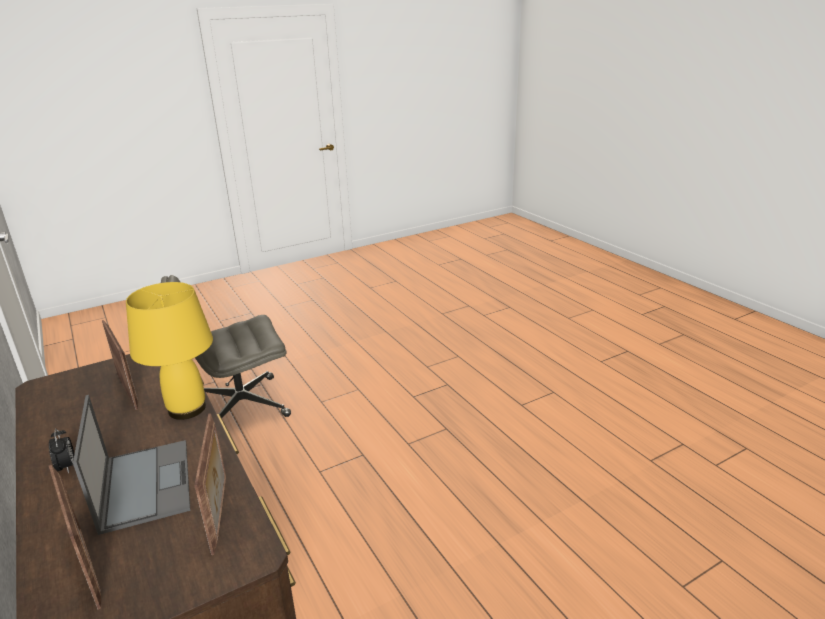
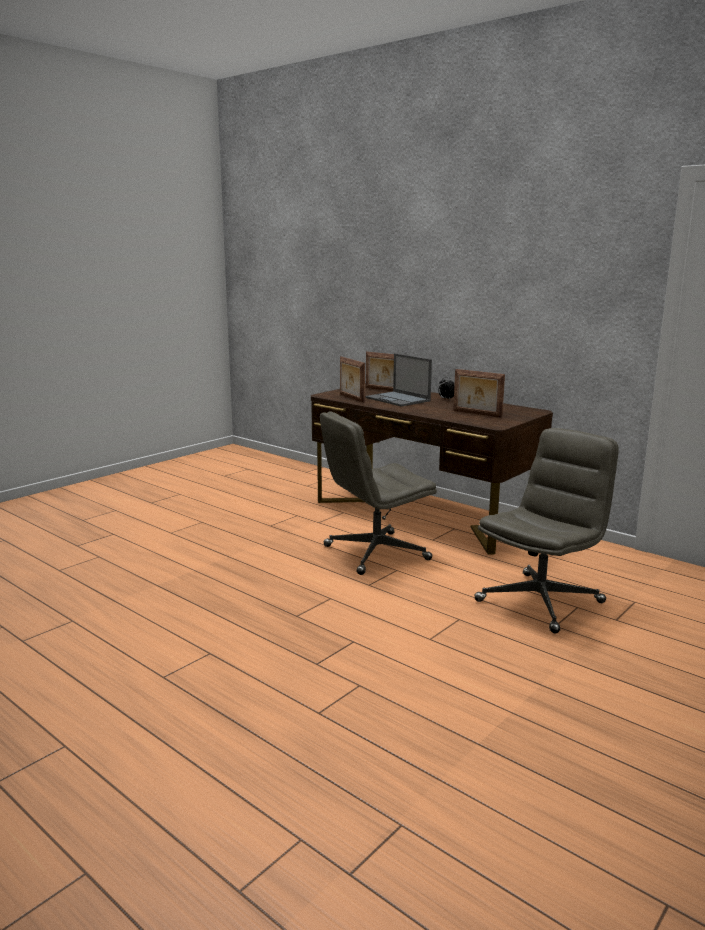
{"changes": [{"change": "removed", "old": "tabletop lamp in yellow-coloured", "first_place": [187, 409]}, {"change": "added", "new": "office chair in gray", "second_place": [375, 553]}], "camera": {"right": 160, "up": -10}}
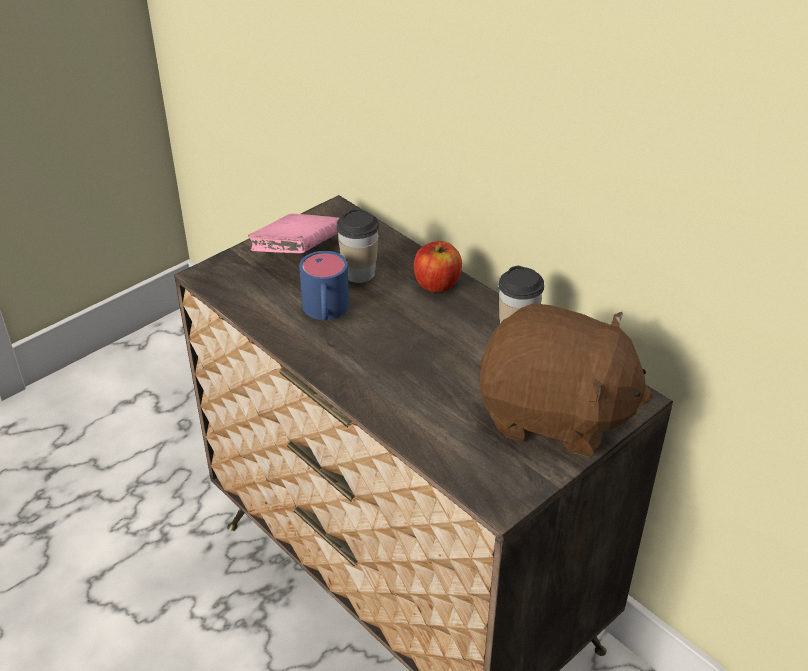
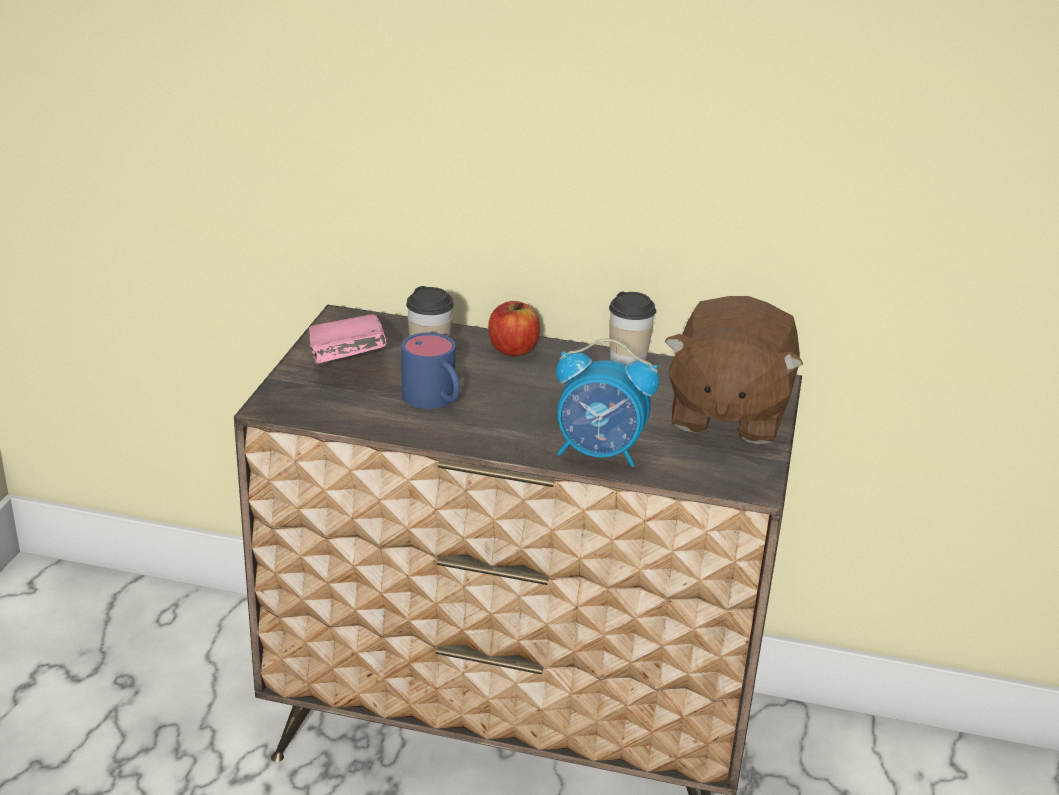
{"changes": [{"change": "turned", "old": "soft toy in brown-coloured", "first_place": [554, 415], "second_place": [726, 413], "degrees": 120}, {"change": "added", "new": "bedside clock", "second_place": [600, 453]}], "camera": {"right": -35, "up": -10}}
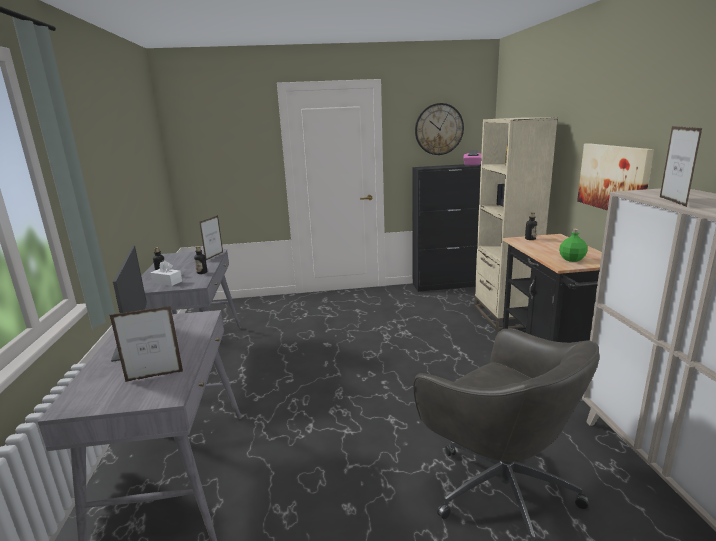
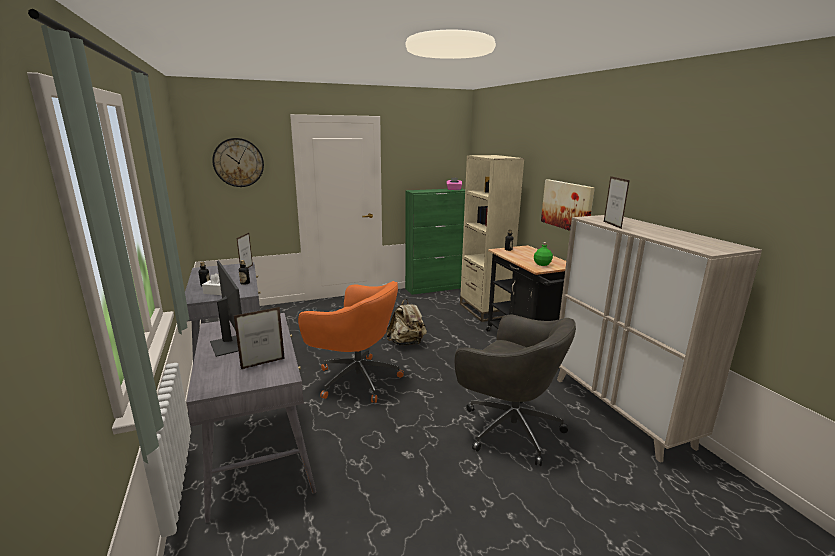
{"changes": [{"change": "moved", "old": "clock on the wall", "first_place": [439, 129], "second_place": [238, 162]}, {"change": "recoloured", "old": "cupboard in blackish", "new": "cupboard in green", "first_place": [449, 284], "second_place": [435, 288]}, {"change": "added", "new": "office chair in orange", "second_place": [356, 379]}, {"change": "added", "new": "knapsack in sand-coloured", "second_place": [407, 343]}], "camera": {"right": -15, "up": 0}}
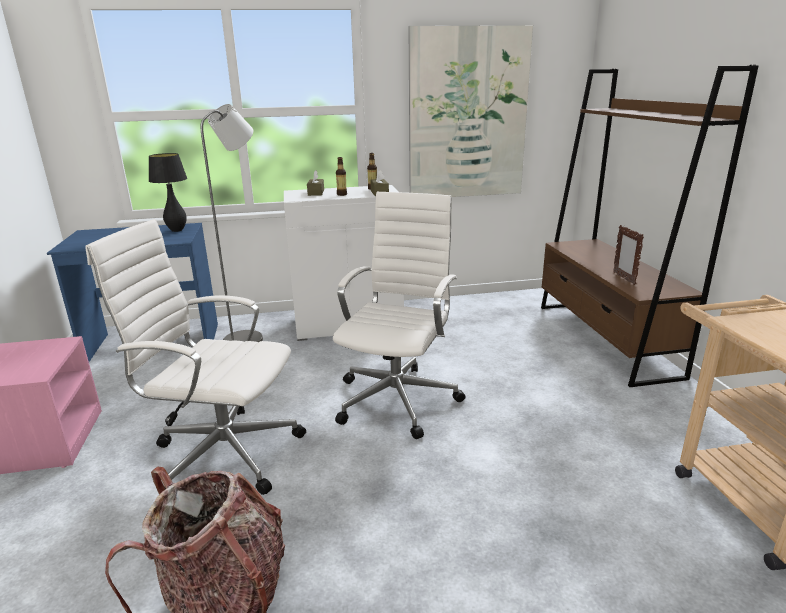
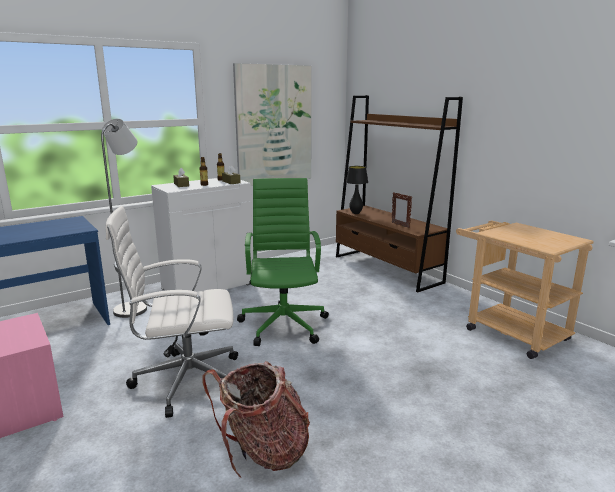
{"changes": [{"change": "moved", "old": "tabletop lamp in blackish", "first_place": [177, 230], "second_place": [355, 213]}, {"change": "recoloured", "old": "office chair in whitish", "new": "office chair in green", "first_place": [398, 398], "second_place": [284, 324]}], "camera": {"right": -25, "up": -5}}
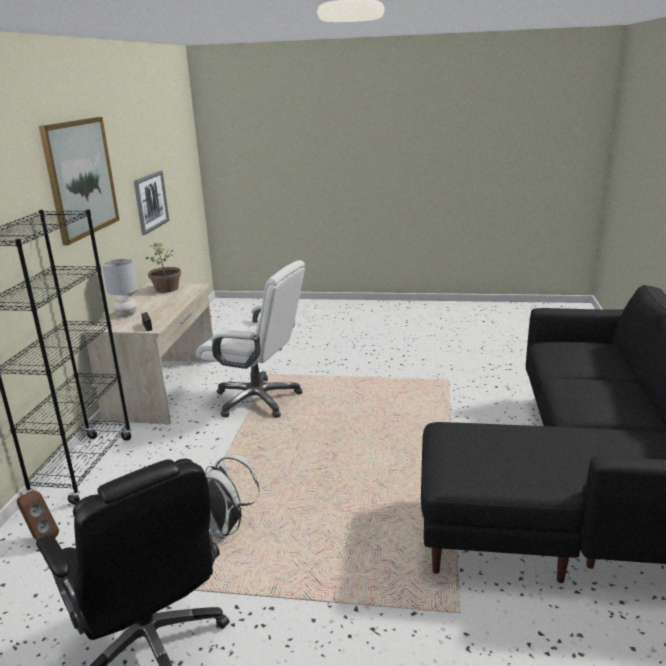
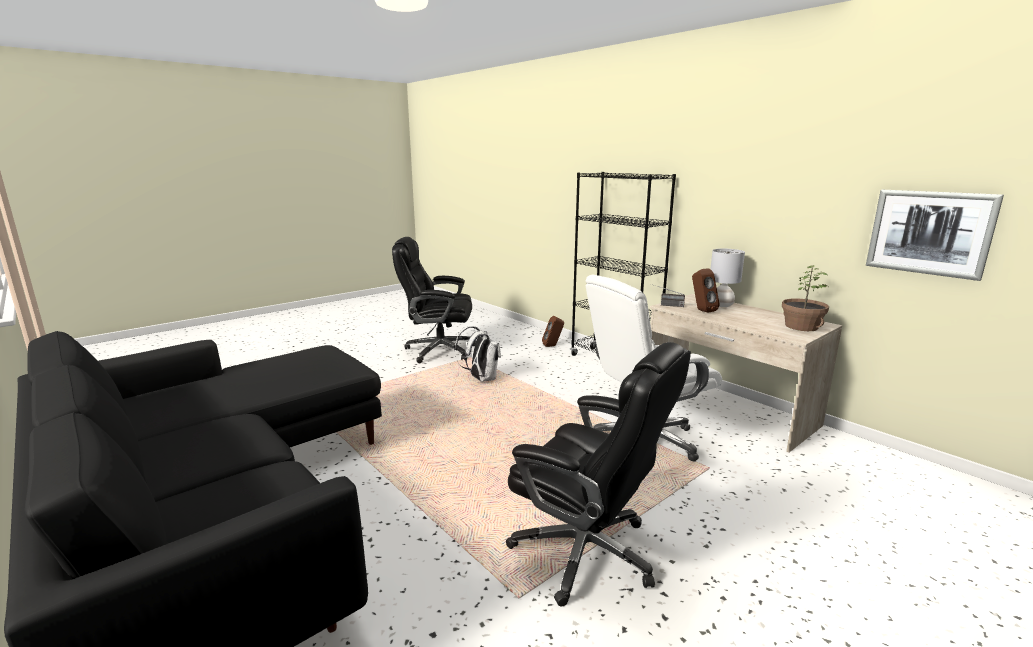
{"changes": [{"change": "removed", "old": "wall picture", "first_place": [81, 178]}, {"change": "added", "new": "loudspeaker in brown-coloured", "second_place": [701, 310]}, {"change": "added", "new": "office chair in blackish", "second_place": [587, 552]}], "camera": {"right": 130, "up": -5}}
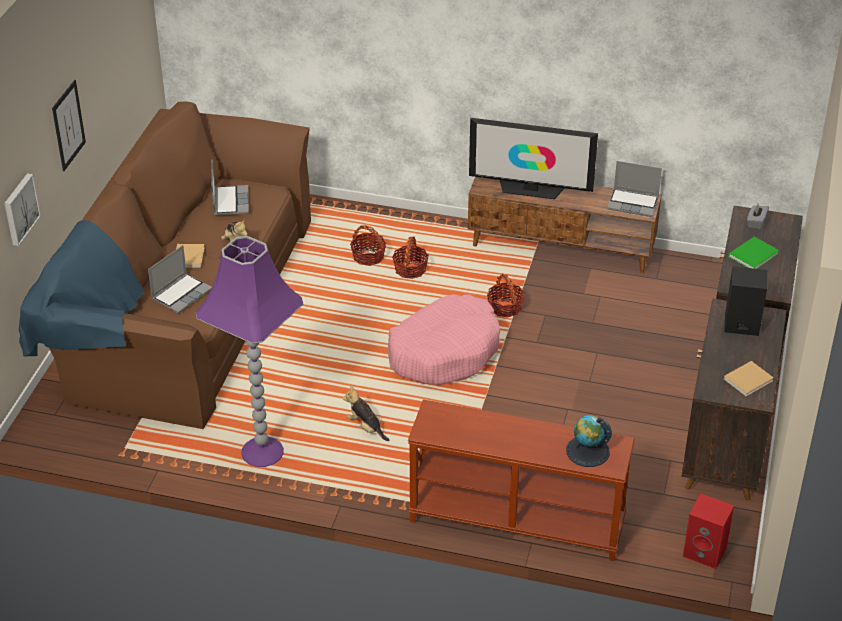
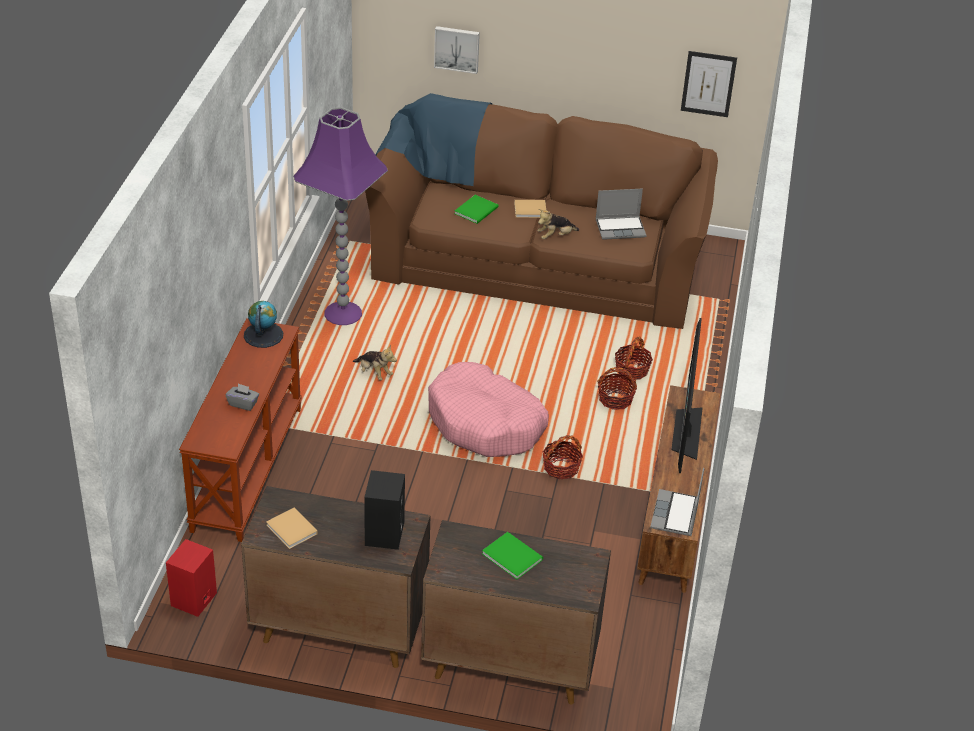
{"changes": [{"change": "moved", "old": "wall picture", "first_place": [68, 125], "second_place": [708, 84]}, {"change": "moved", "old": "tissue box in gray", "first_place": [756, 223], "second_place": [243, 404]}, {"change": "replaced", "old": "notebook computer", "new": "volume in green", "first_place": [182, 294], "second_place": [477, 210]}, {"change": "turned", "old": "soft toy", "first_place": [366, 427], "second_place": [374, 373], "degrees": 90}, {"change": "moved", "old": "world globe", "first_place": [587, 451], "second_place": [263, 335]}], "camera": {"right": 85, "up": 0}}
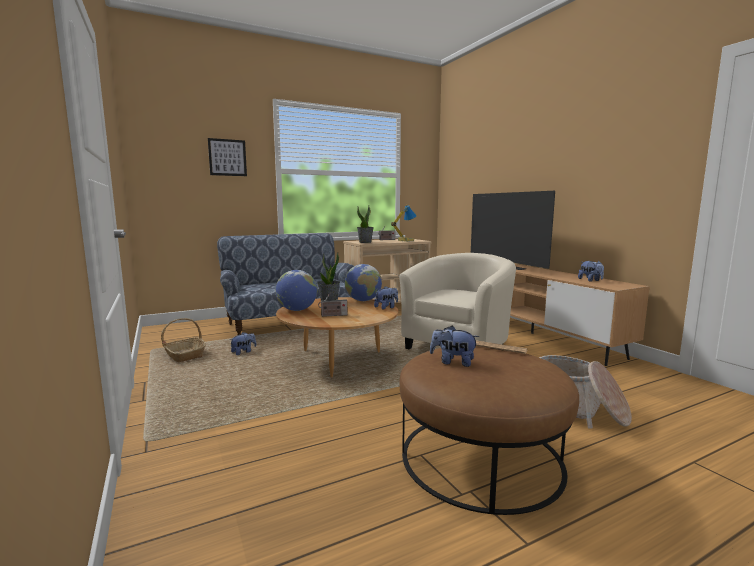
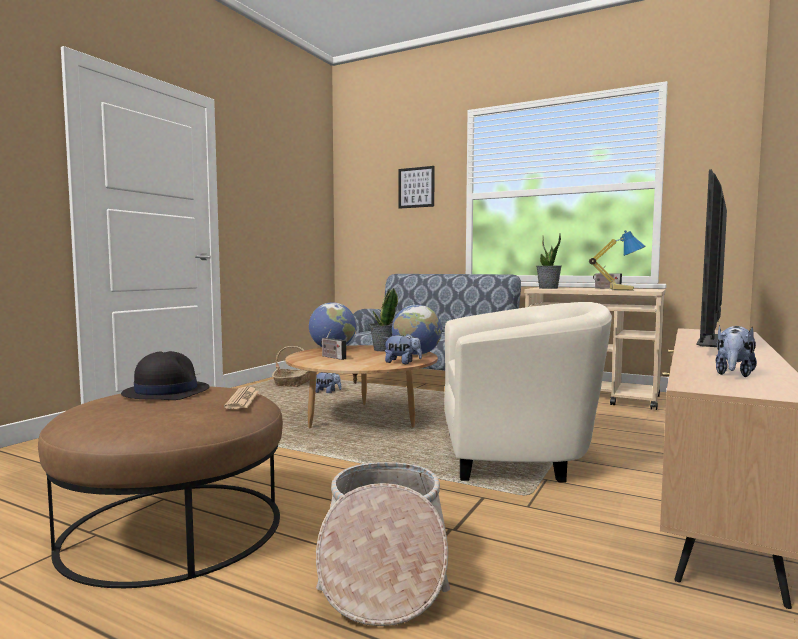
{"changes": [{"change": "replaced", "old": "soft toy", "new": "clothing hat in blackish", "first_place": [453, 362], "second_place": [166, 392]}], "camera": {"right": 55, "up": -5}}
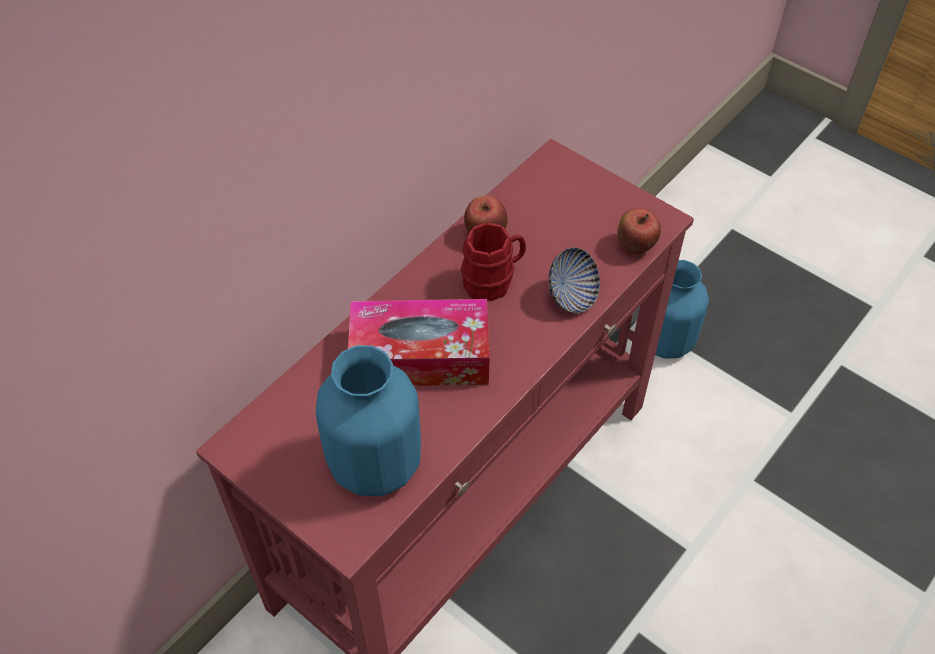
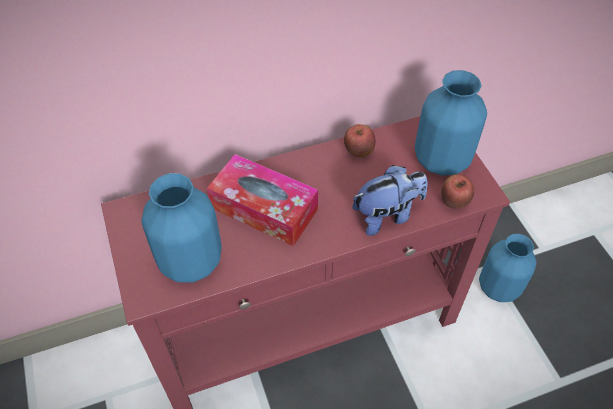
{"changes": [{"change": "removed", "old": "mug in reddish", "first_place": [494, 279]}, {"change": "replaced", "old": "bowl", "new": "soft toy", "first_place": [572, 296], "second_place": [387, 215]}, {"change": "added", "new": "flower vase in blue-coloured", "second_place": [441, 161]}], "camera": {"right": 30, "up": 0}}
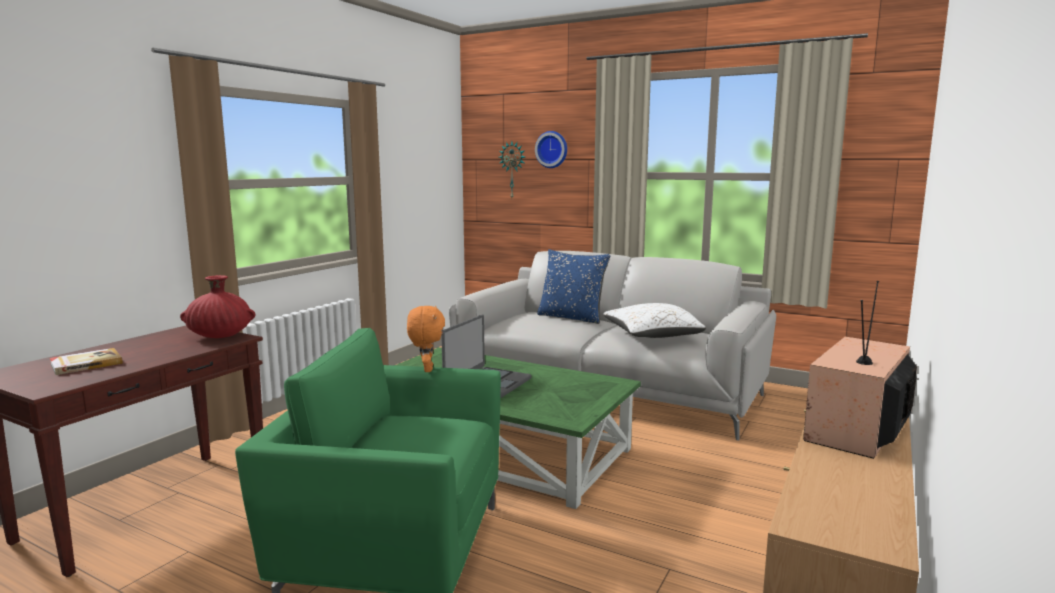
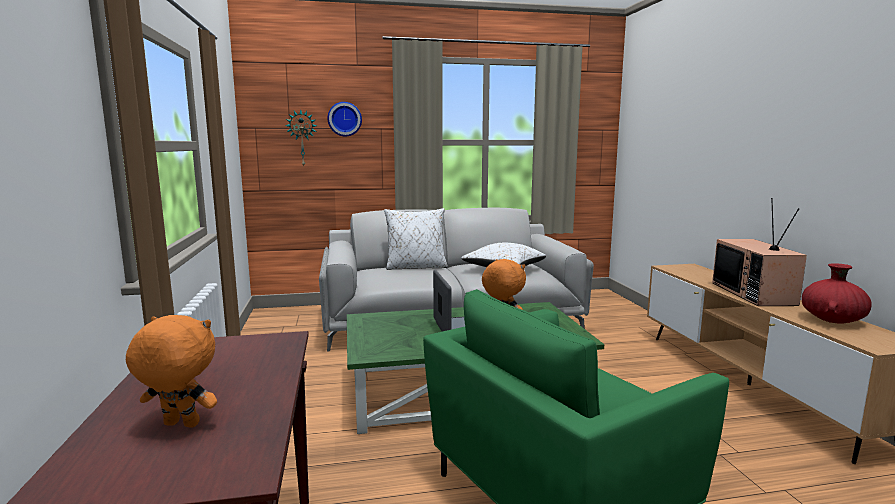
{"changes": [{"change": "recoloured", "old": "cushion in blue-coloured", "new": "cushion in whitish", "first_place": [571, 317], "second_place": [416, 267]}, {"change": "moved", "old": "flower vase in reddish", "first_place": [220, 336], "second_place": [832, 320]}, {"change": "replaced", "old": "volume", "new": "soft toy in orange", "first_place": [86, 364], "second_place": [179, 425]}], "camera": {"right": -40, "up": 0}}
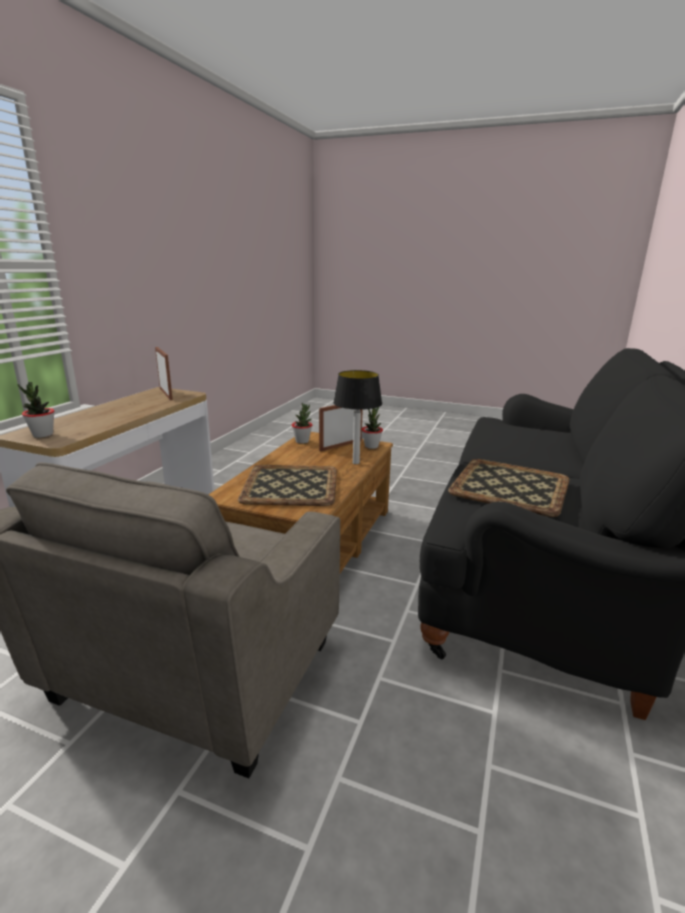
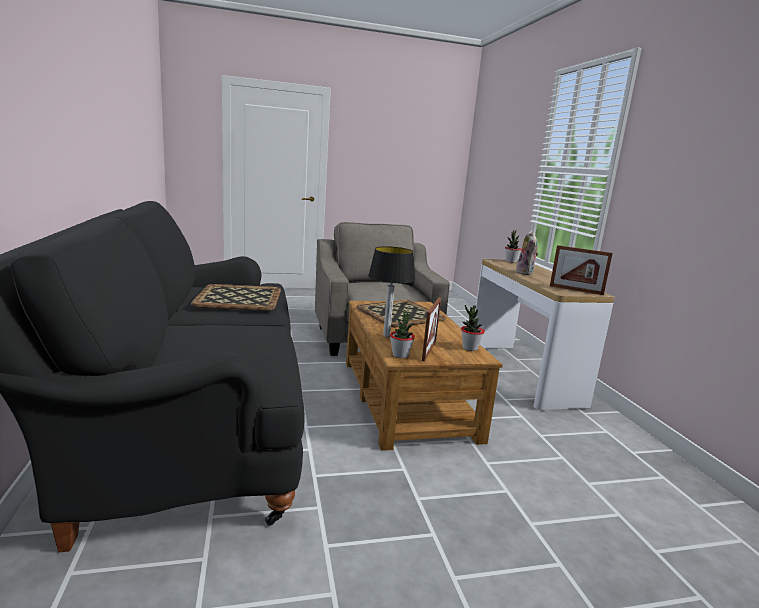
{"changes": [{"change": "added", "new": "soft toy", "second_place": [526, 273]}], "camera": {"right": 145, "up": -5}}
